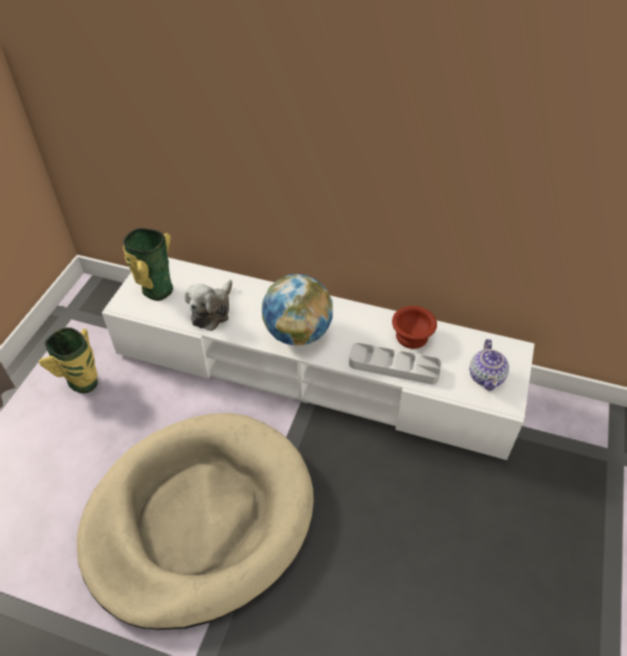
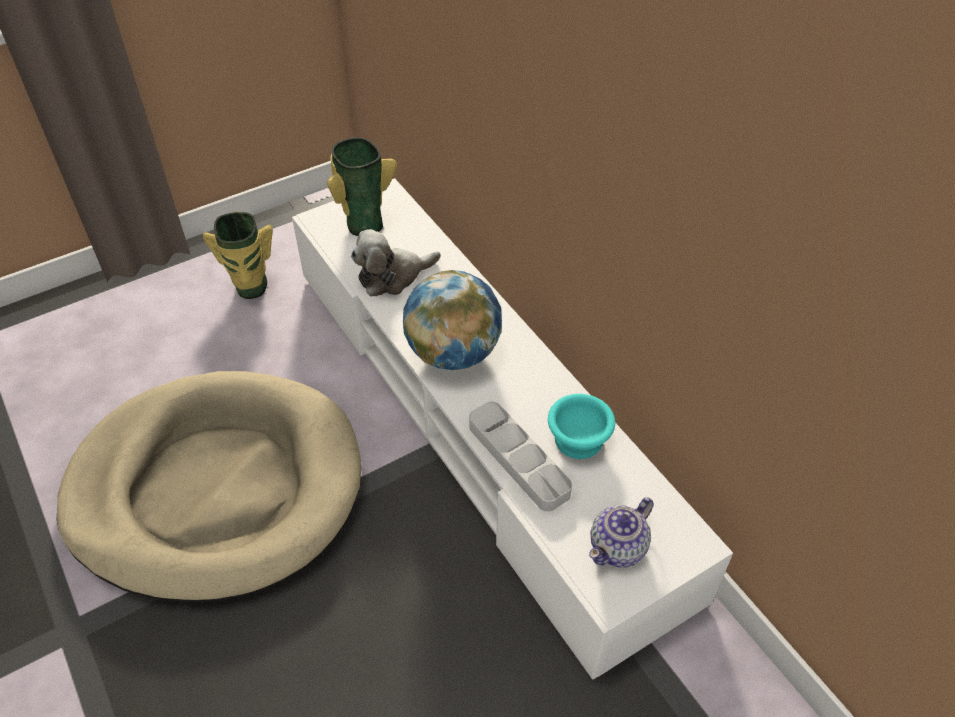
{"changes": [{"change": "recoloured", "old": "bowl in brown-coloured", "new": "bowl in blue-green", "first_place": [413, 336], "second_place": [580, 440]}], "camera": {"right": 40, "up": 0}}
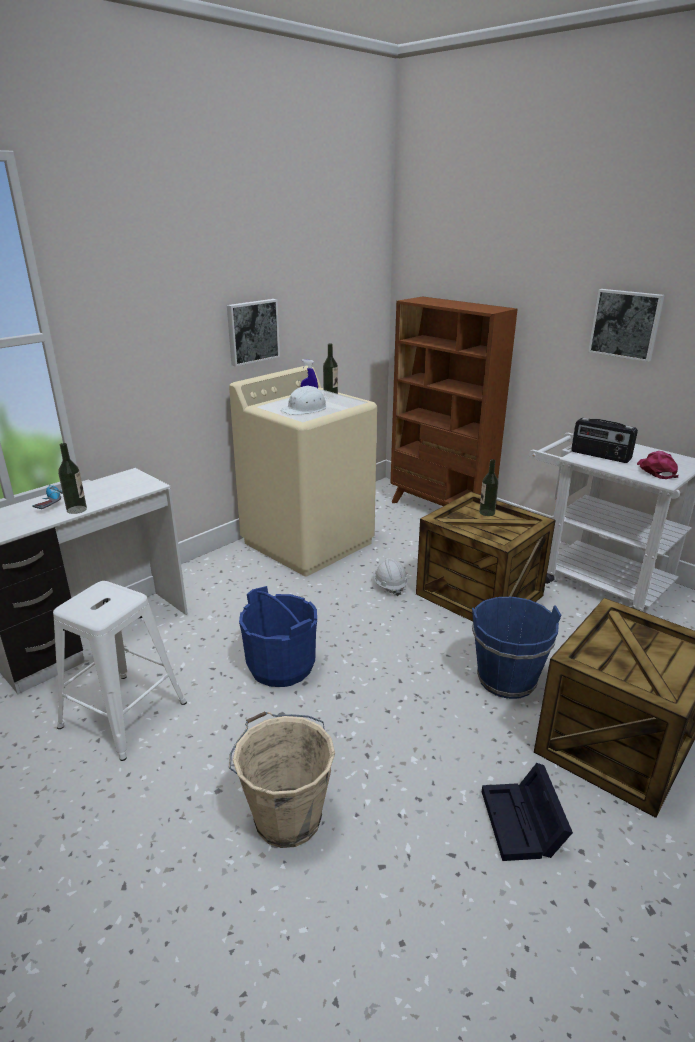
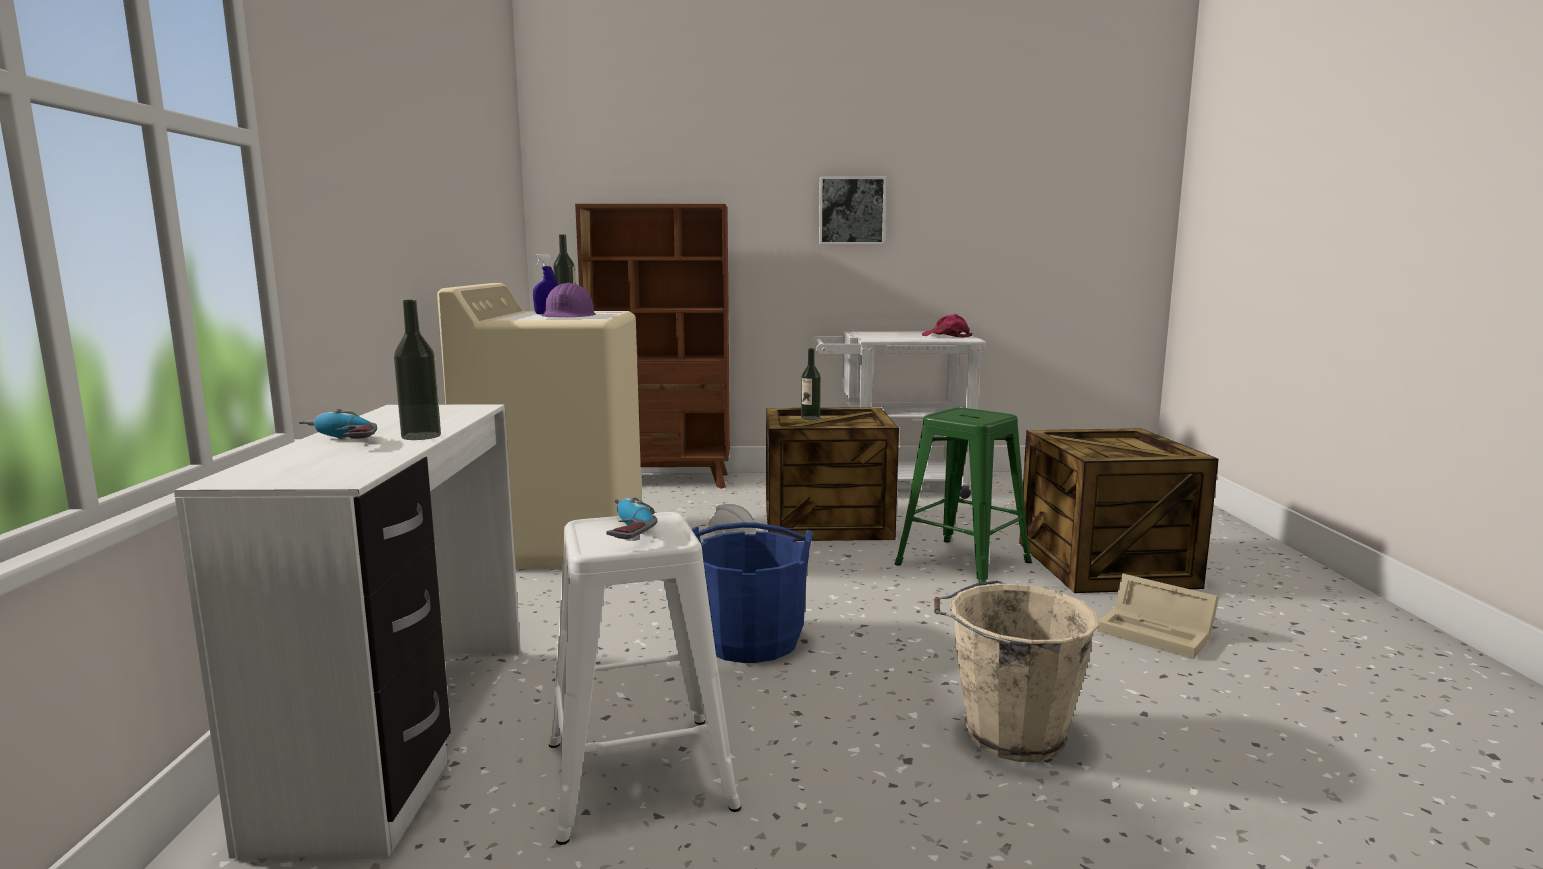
{"changes": [{"change": "removed", "old": "wall picture", "first_place": [252, 331]}, {"change": "recoloured", "old": "hard hat in whitish", "new": "hard hat in purple-coloured", "first_place": [305, 409], "second_place": [569, 316]}, {"change": "removed", "old": "radio receiver", "first_place": [600, 456]}, {"change": "replaced", "old": "pail in blue-coloured", "new": "sitting stool in green", "first_place": [506, 680], "second_place": [965, 563]}, {"change": "recoloured", "old": "storage bin in blackish", "new": "storage bin in sand-coloured", "first_place": [523, 825], "second_place": [1158, 633]}, {"change": "added", "new": "power drill", "second_place": [625, 532]}], "camera": {"right": -45, "up": -15}}
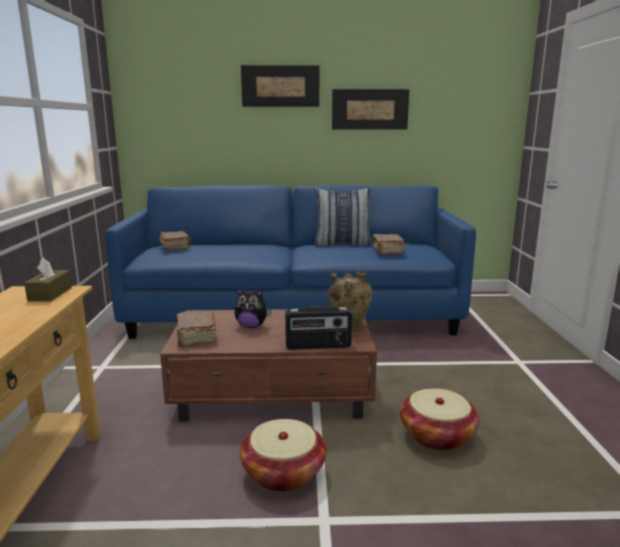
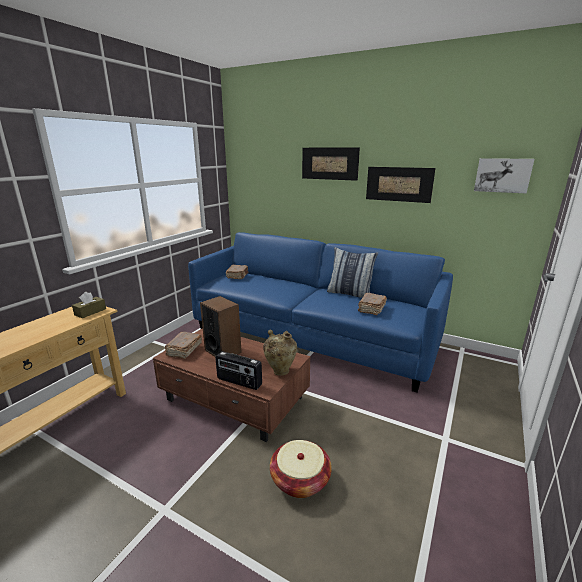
{"changes": [{"change": "replaced", "old": "soft toy", "new": "loudspeaker", "first_place": [251, 326], "second_place": [223, 351]}, {"change": "removed", "old": "household basket", "first_place": [283, 473]}, {"change": "added", "new": "wall picture", "second_place": [502, 175]}], "camera": {"right": 30, "up": 5}}
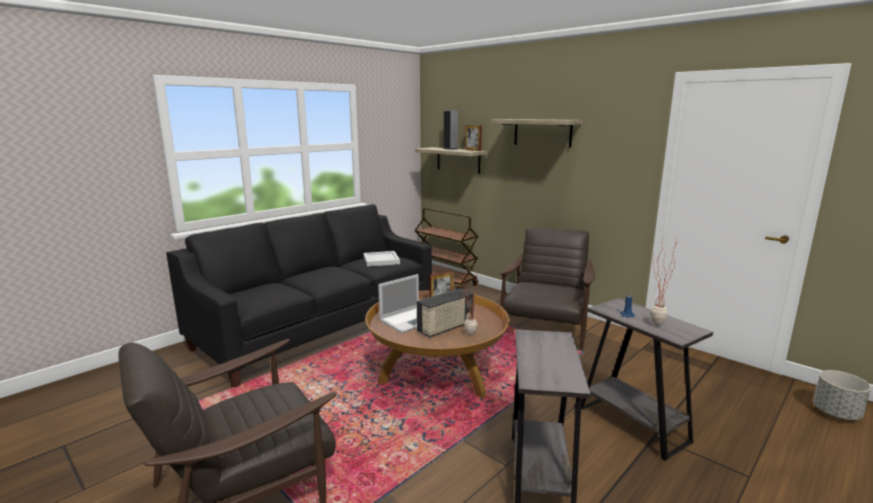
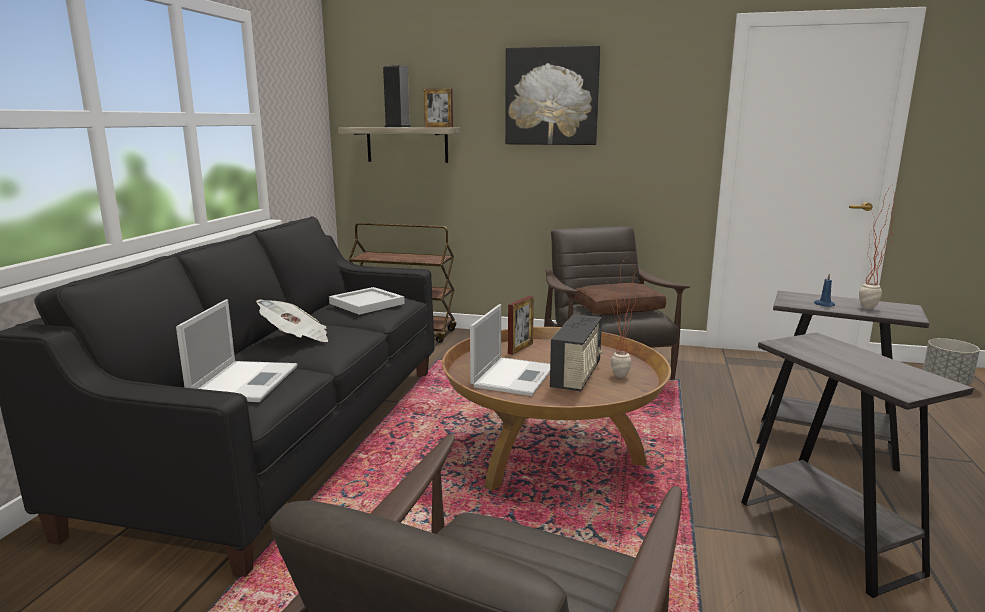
{"changes": [{"change": "replaced", "old": "shelf", "new": "wall picture", "first_place": [542, 132], "second_place": [551, 96]}, {"change": "added", "new": "cushion in brown-coloured", "second_place": [618, 308]}, {"change": "added", "new": "notebook computer", "second_place": [245, 381]}, {"change": "added", "new": "daily paper", "second_place": [296, 338]}], "camera": {"right": -30, "up": 0}}
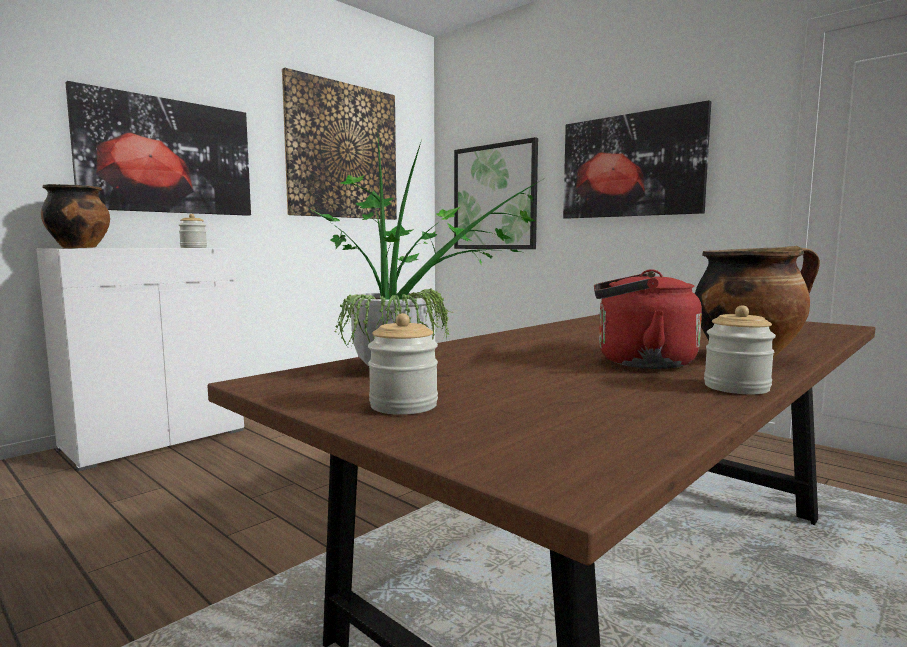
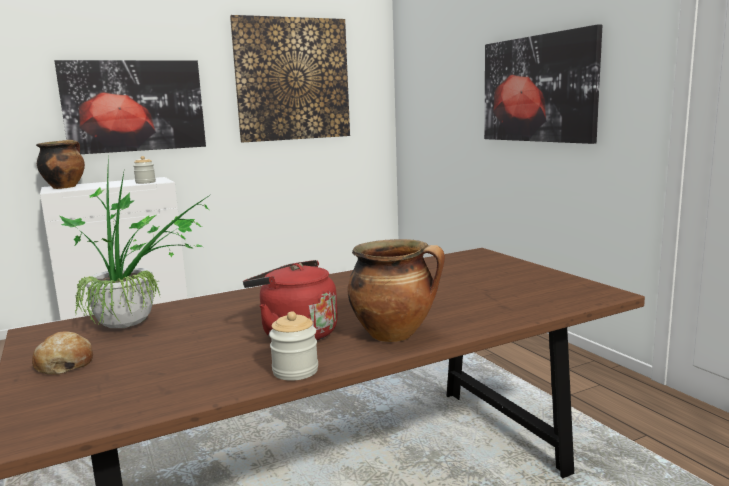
{"changes": [{"change": "removed", "old": "wall picture", "first_place": [494, 197]}, {"change": "replaced", "old": "jar", "new": "baked bread", "first_place": [403, 405], "second_place": [64, 364]}], "camera": {"right": 20, "up": 5}}
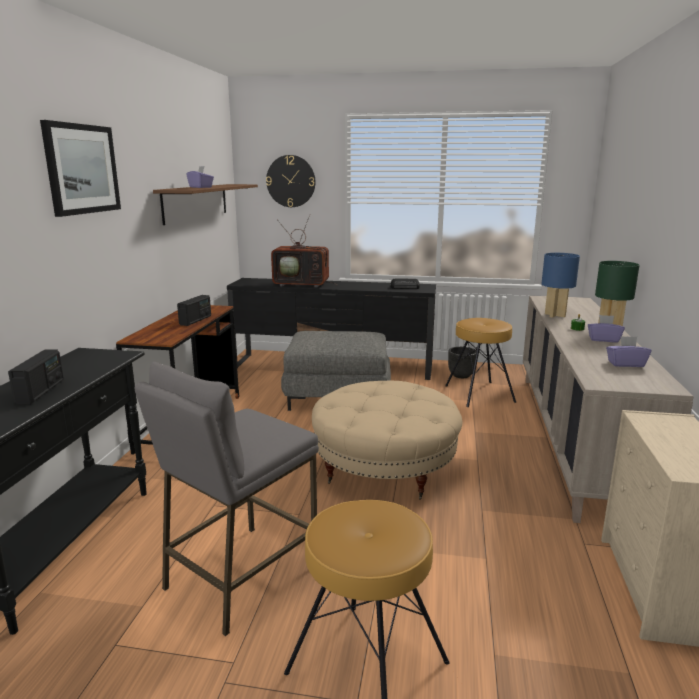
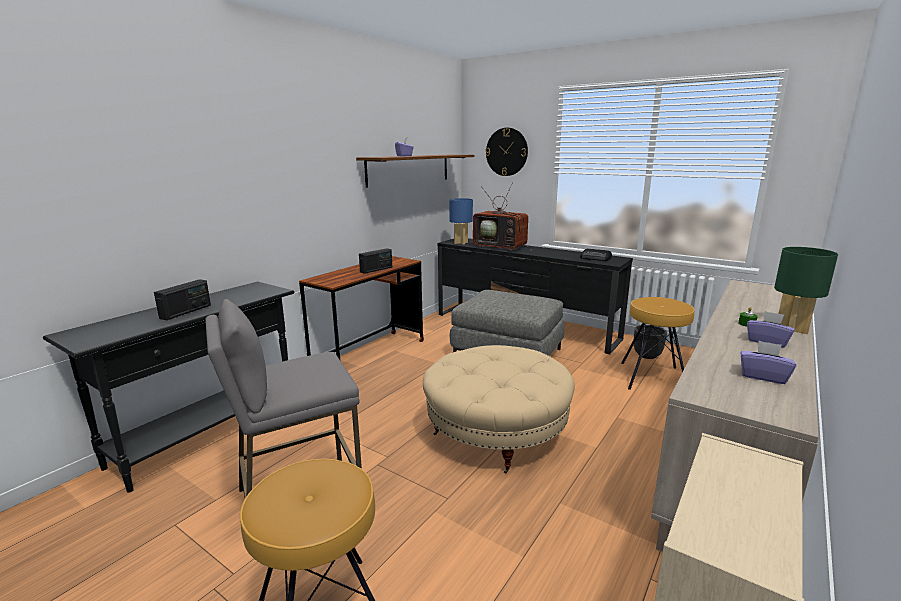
{"changes": [{"change": "removed", "old": "wall picture", "first_place": [82, 169]}, {"change": "moved", "old": "tabletop lamp in blue-coloured", "first_place": [554, 315], "second_place": [460, 243]}], "camera": {"right": 25, "up": 0}}
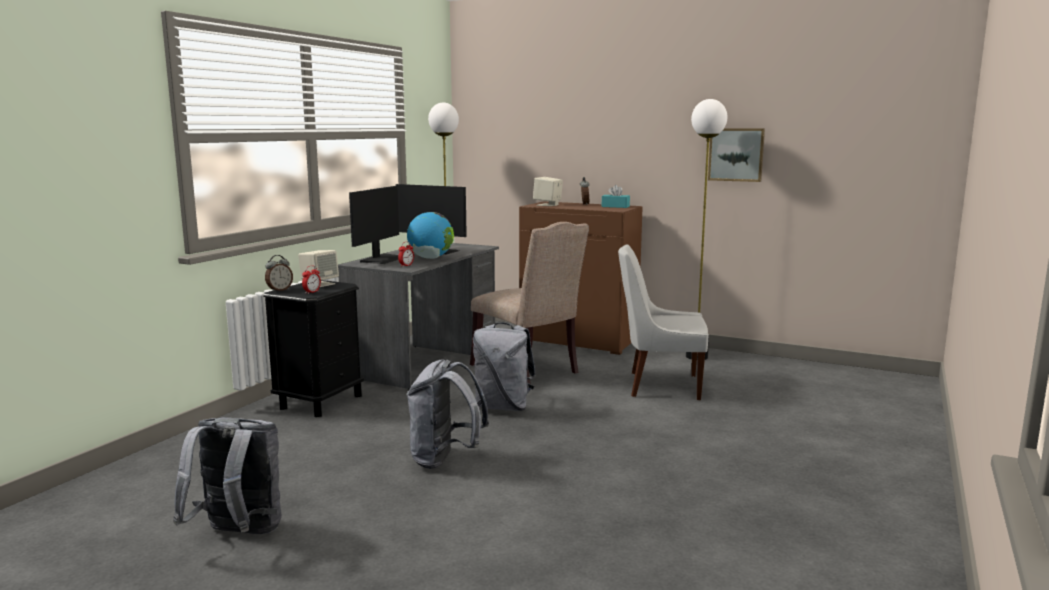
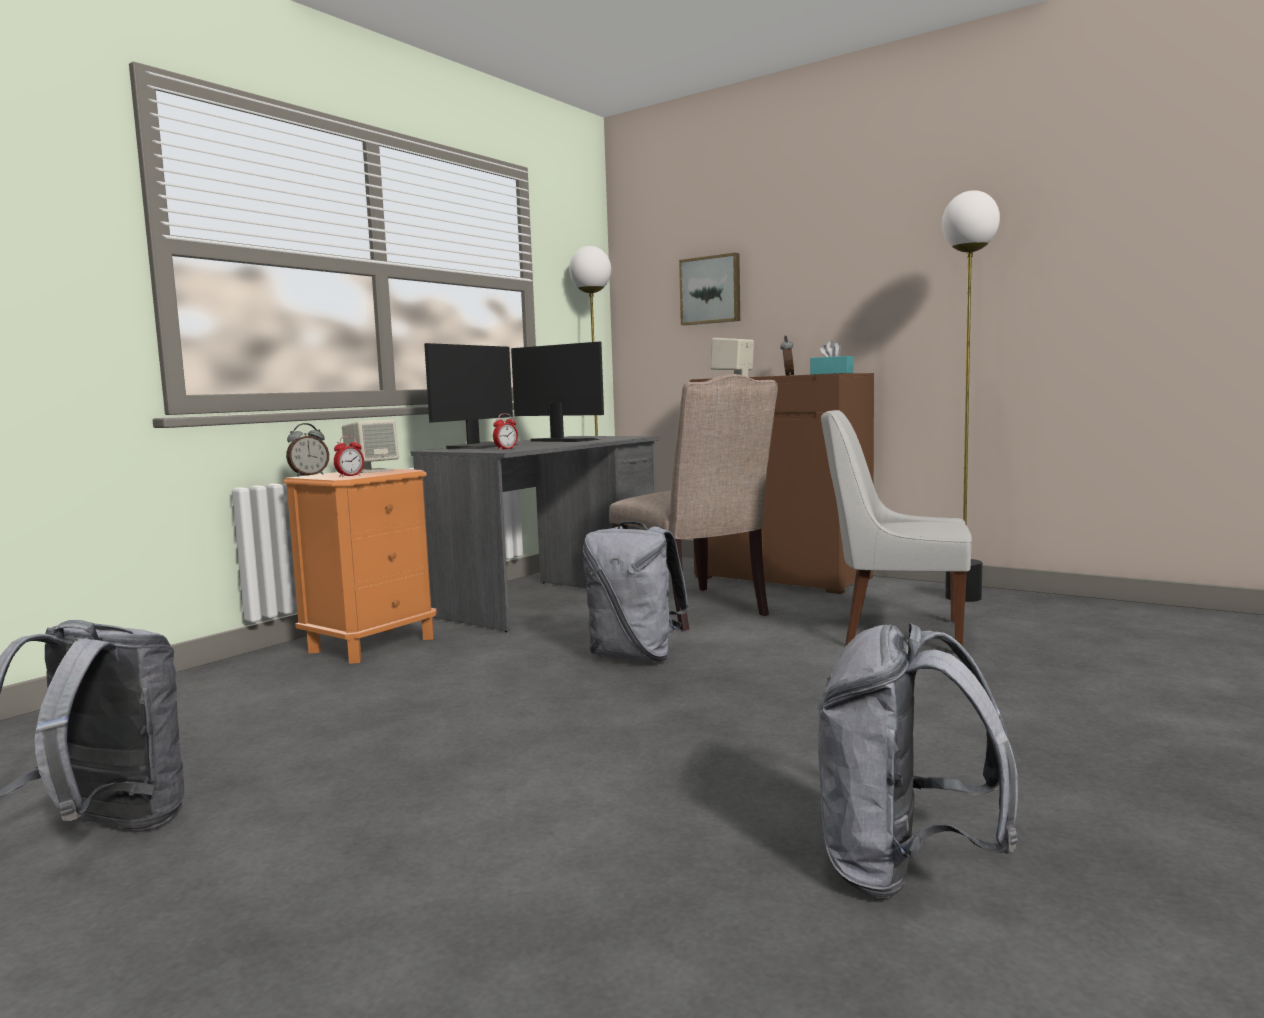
{"changes": [{"change": "moved", "old": "wall picture", "first_place": [736, 154], "second_place": [711, 290]}, {"change": "removed", "old": "world globe", "first_place": [431, 258]}, {"change": "recoloured", "old": "bedside table in blackish", "new": "bedside table in orange", "first_place": [320, 401], "second_place": [371, 644]}, {"change": "moved", "old": "knapsack in gray", "first_place": [445, 460], "second_place": [903, 870]}], "camera": {"right": 10, "up": -5}}
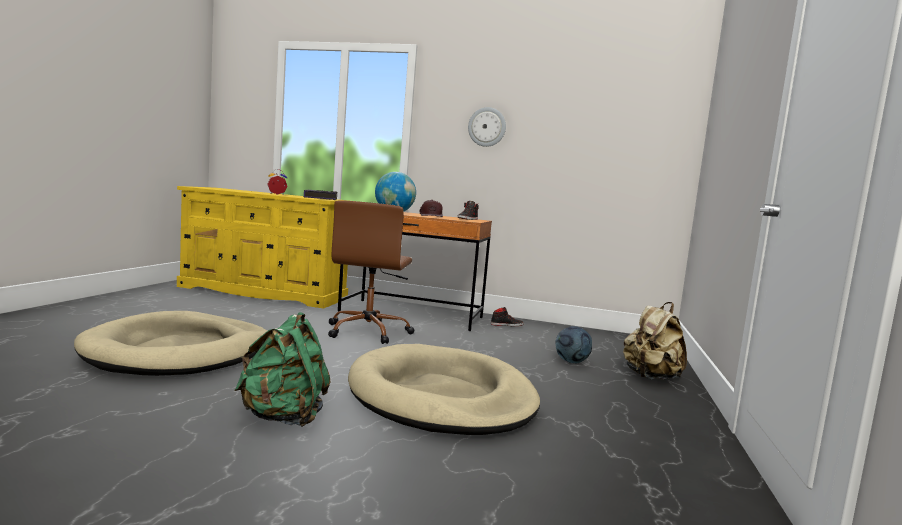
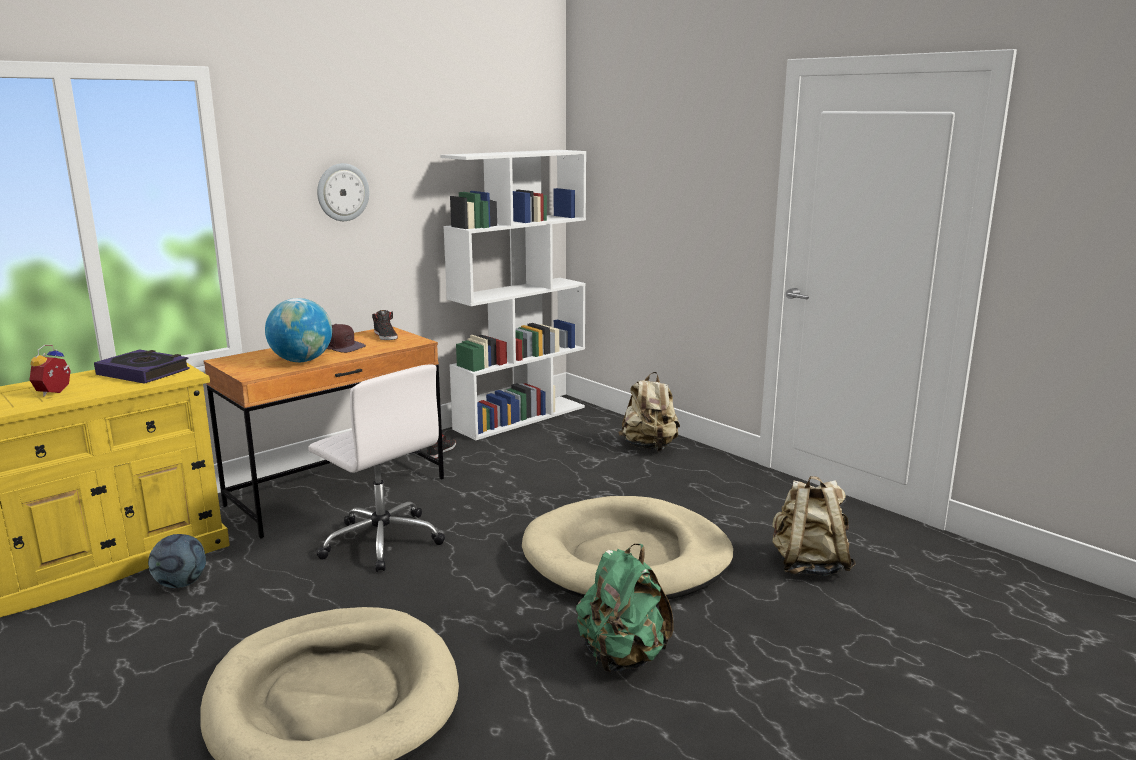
{"changes": [{"change": "recoloured", "old": "office chair in brown-coloured", "new": "office chair in whitish", "first_place": [368, 331], "second_place": [381, 540]}, {"change": "moved", "old": "football ball", "first_place": [571, 362], "second_place": [181, 583]}, {"change": "added", "new": "shelving unit in whitish", "second_place": [520, 417]}, {"change": "added", "new": "knapsack in sand-coloured", "second_place": [808, 566]}], "camera": {"right": -55, "up": 10}}
